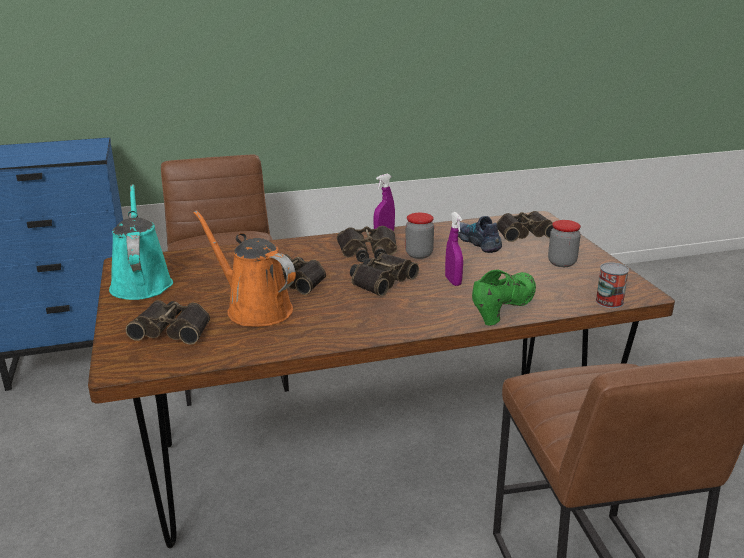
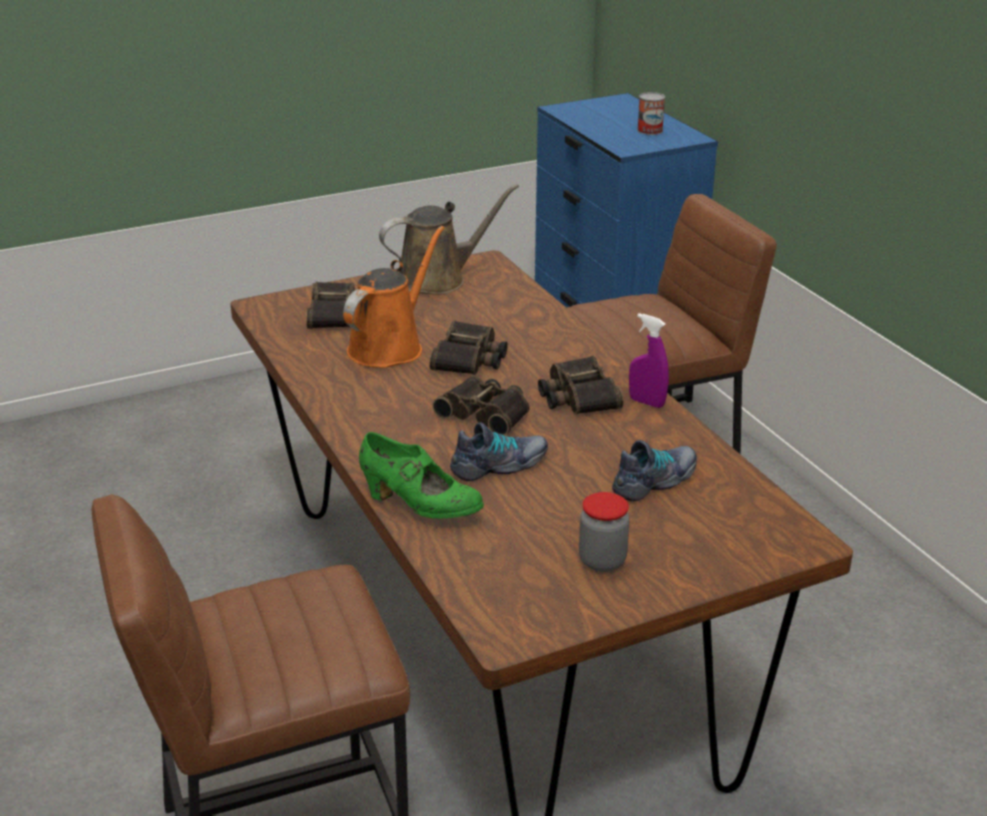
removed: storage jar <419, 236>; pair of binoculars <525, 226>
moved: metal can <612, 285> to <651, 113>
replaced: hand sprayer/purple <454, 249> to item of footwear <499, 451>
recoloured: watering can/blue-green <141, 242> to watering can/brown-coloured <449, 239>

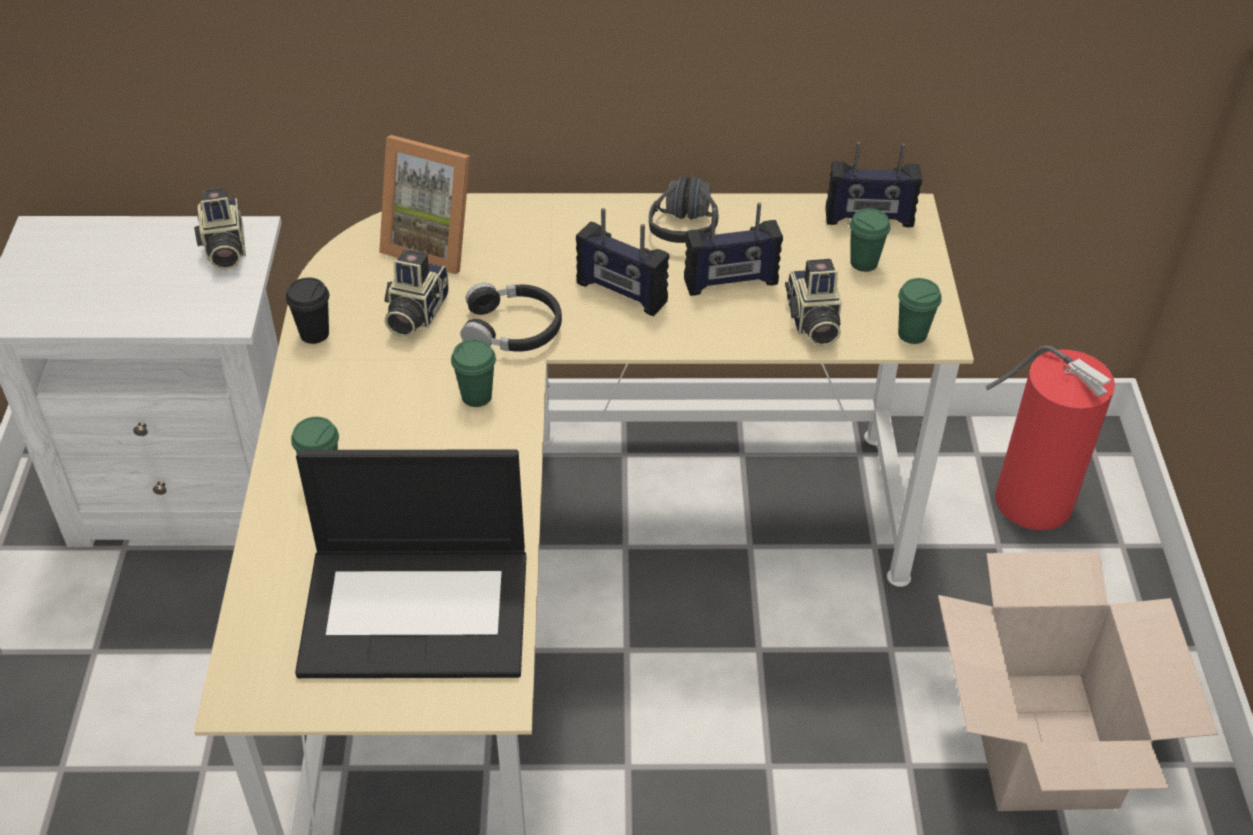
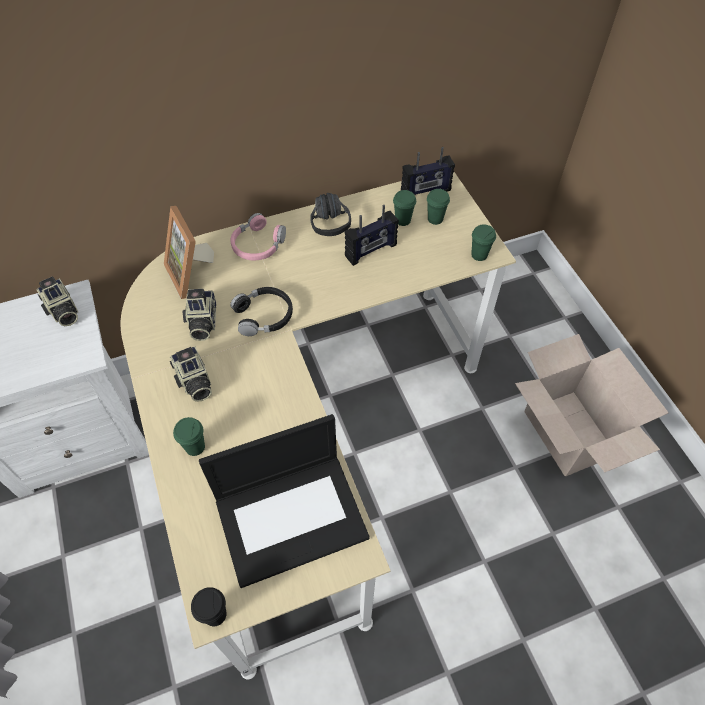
removed: radio set <622, 262>; fire-fighting cylinder <1050, 438>
added: headset/pink-coloured <258, 236>
moved: small cup/black <307, 311> to <209, 606>; small cup/green <473, 373> to <404, 208>; photo camera <813, 303> to <191, 374>
turned: picture frame <424, 204> = <189, 252> 60 degrees clockwise

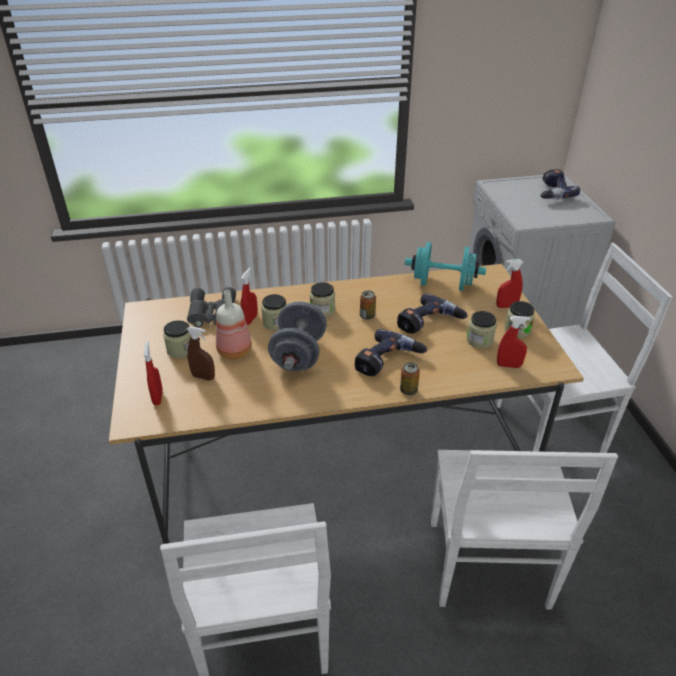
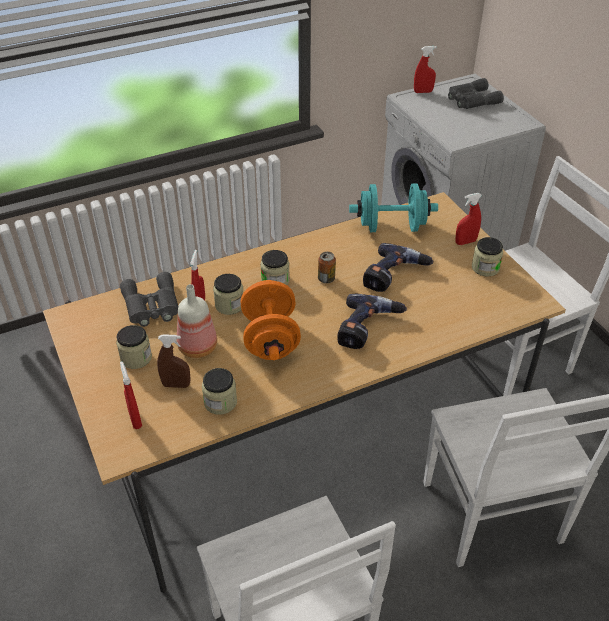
removed: metal can <410, 379>
moved: storage jar <481, 330> to <219, 391>; hand sprayer/reddish <514, 342> to <425, 69>
replaced: electric drill <560, 184> to pair of binoculars/gray <476, 93>
recoloured: hand weight/gray <297, 336> to hand weight/orange-coloured <271, 320>

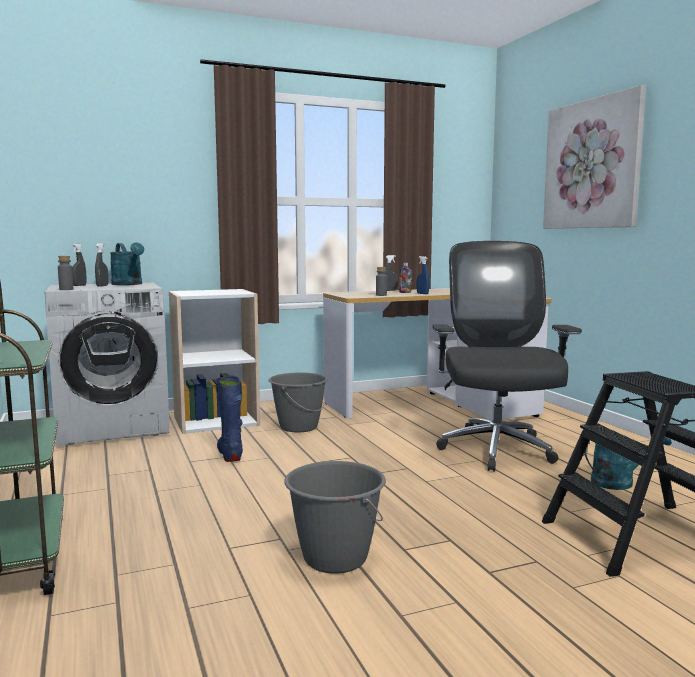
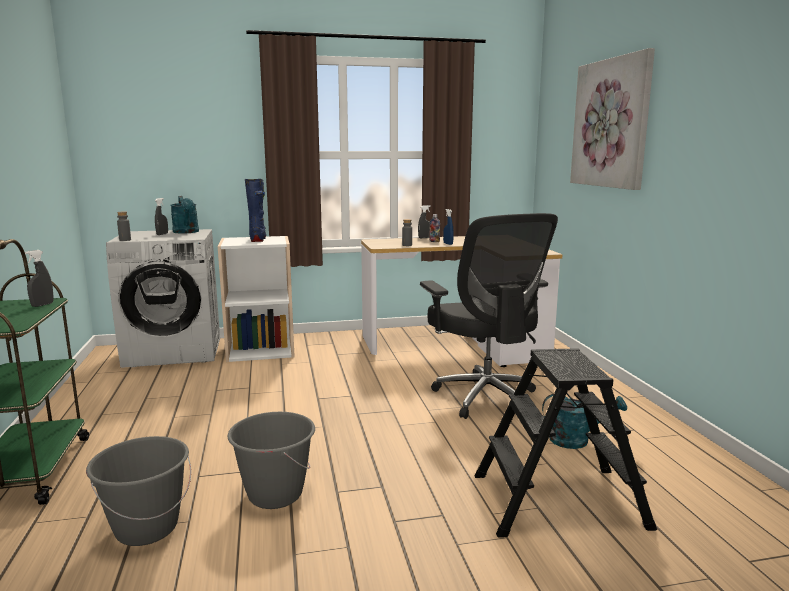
moved: hand sprayer/gray <79, 264> to <39, 278>; high-top boot/blue <229, 419> to <255, 210>; bucket/gray <298, 402> to <138, 491>
turned: office chair <507, 356> = <489, 316> 150 degrees clockwise

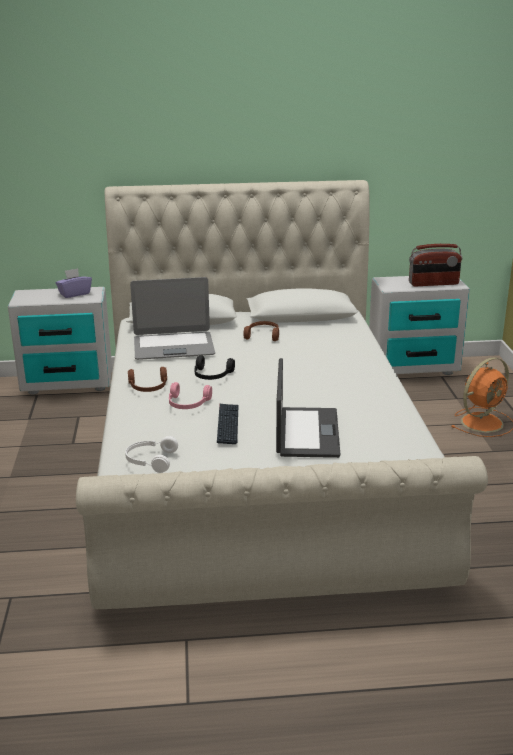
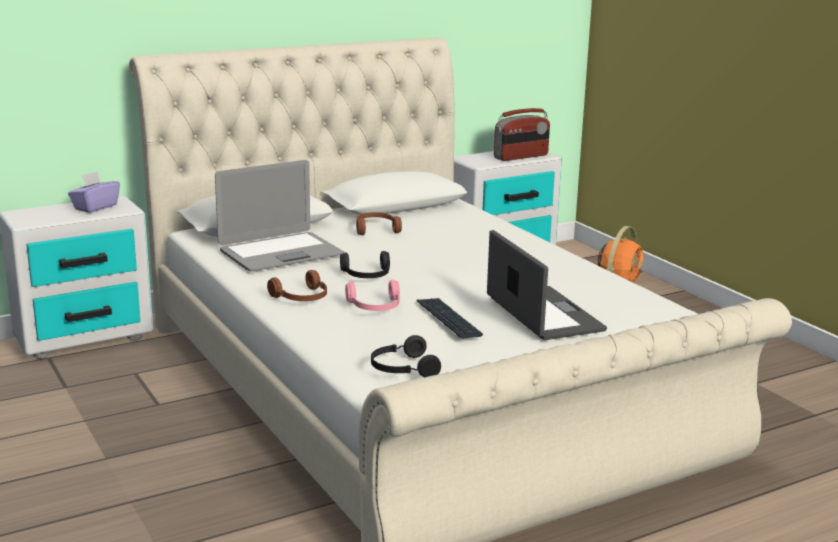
recoloured: headset/white <151, 454> to headset/black <406, 356>

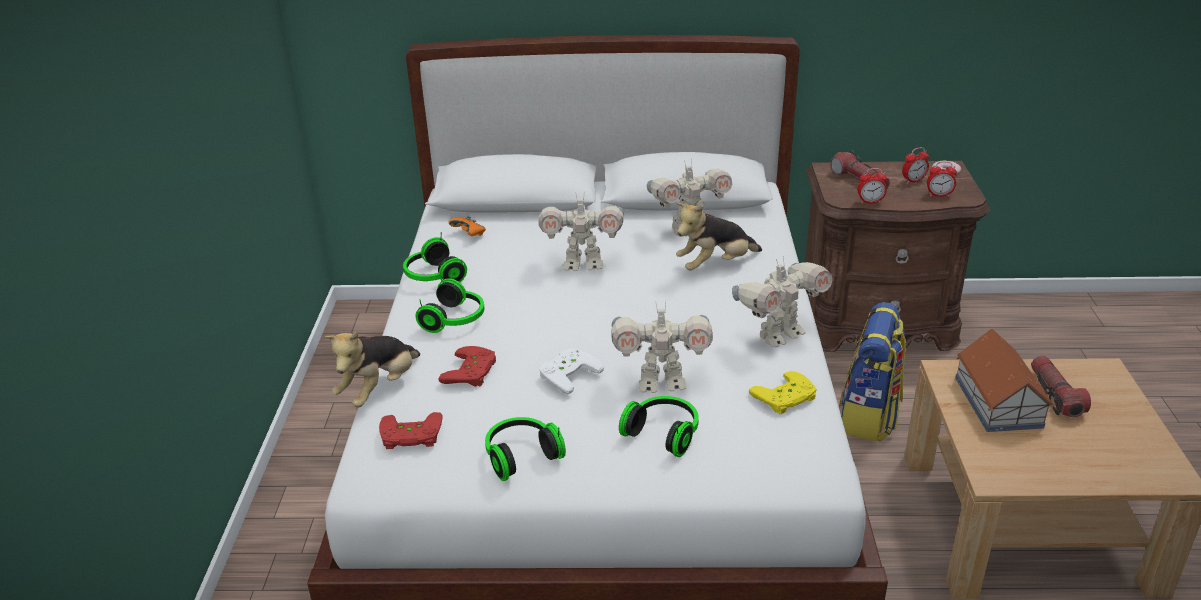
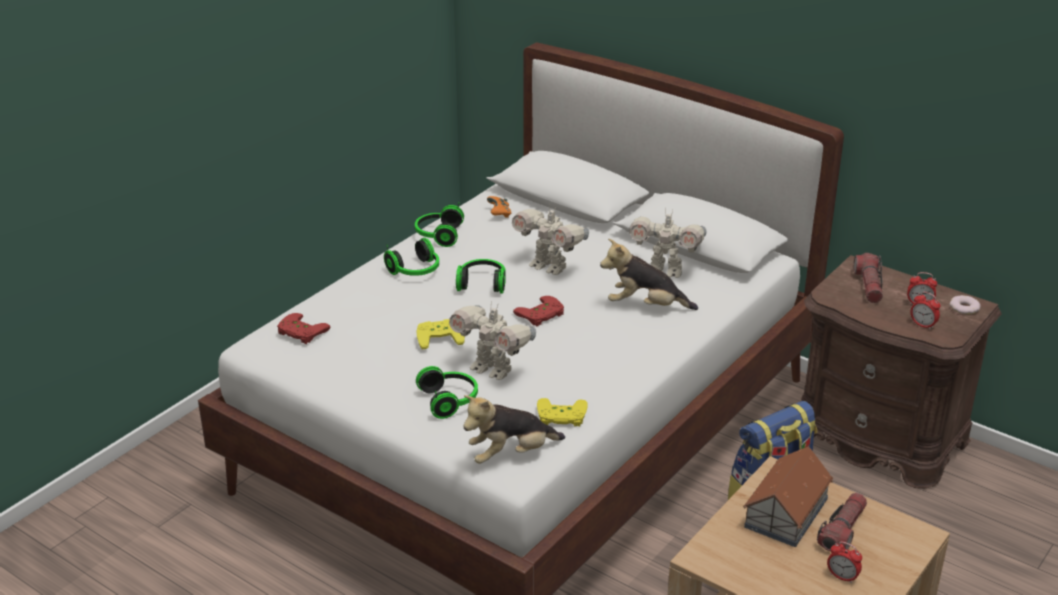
removed: model robot <782, 301>
moved: cuddly toy <372, 369> to <514, 429>; gamepad/reddish <467, 366> to <538, 311>; headset <525, 449> to <481, 276>; bedside clock <872, 185> to <844, 562>
recoloured: gamepad/white <571, 371> to gamepad/yellow <441, 334>

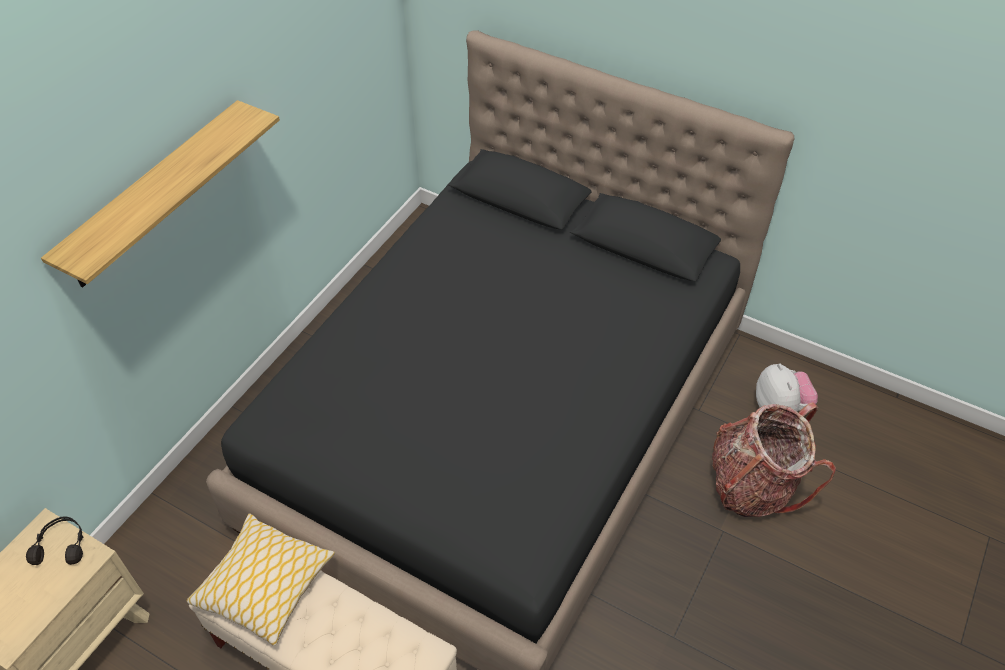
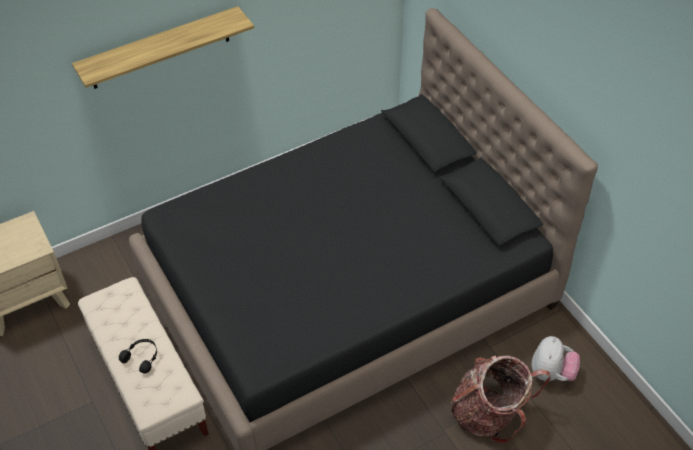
removed: pillow <261, 580>
moved: headset/black <54, 540> to <138, 356>

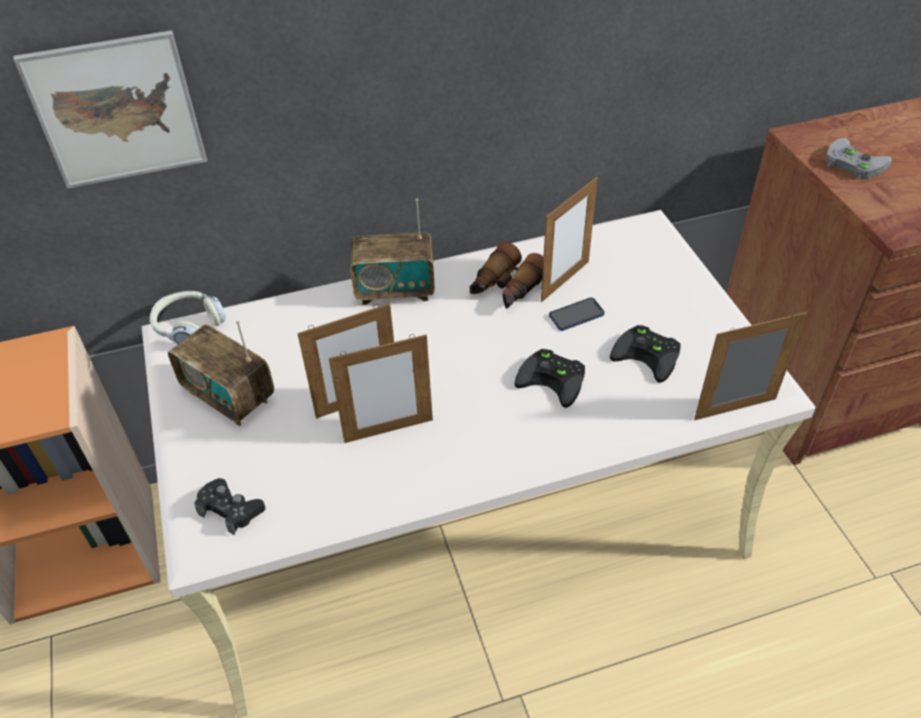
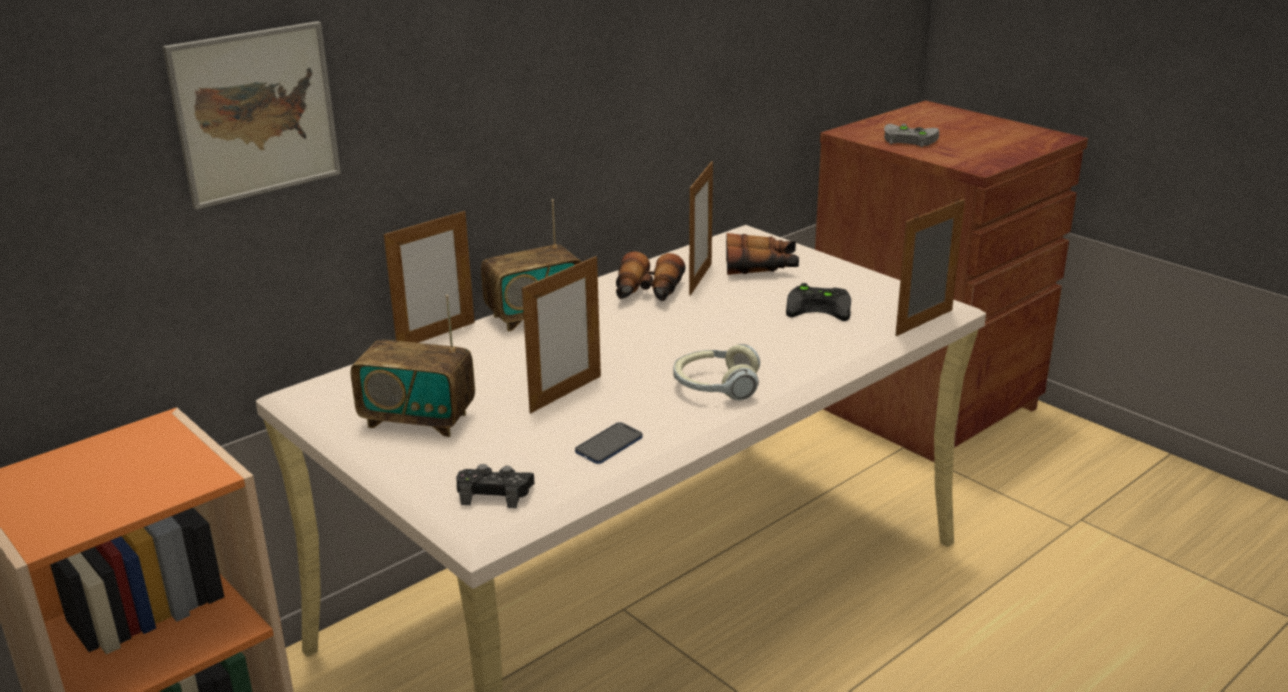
removed: gamepad/black <549, 378>
added: pair of binoculars <762, 254>
moved: headset <188, 317> to <716, 372>; picture frame <381, 388> to <429, 276>; telephone <577, 314> to <609, 443>

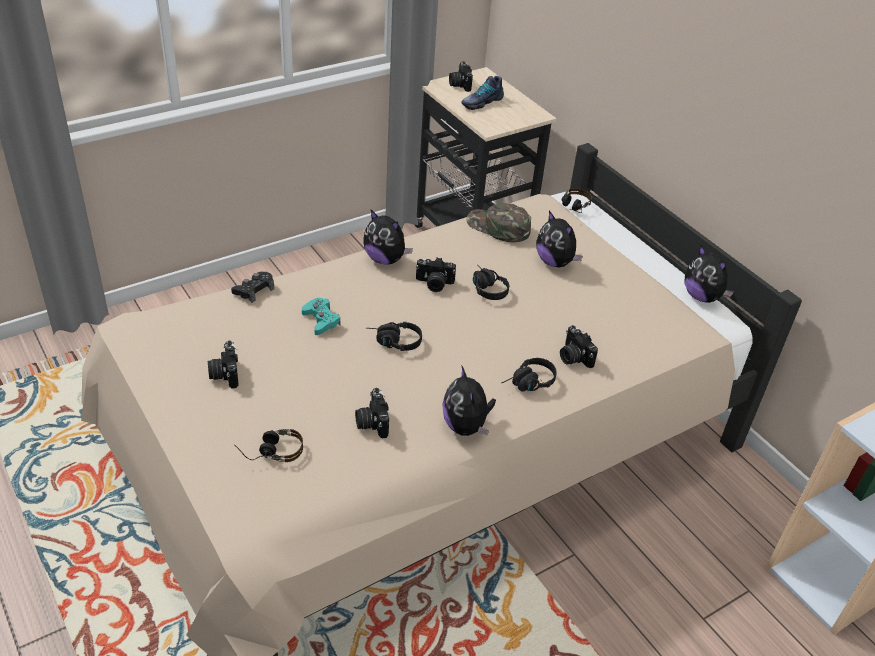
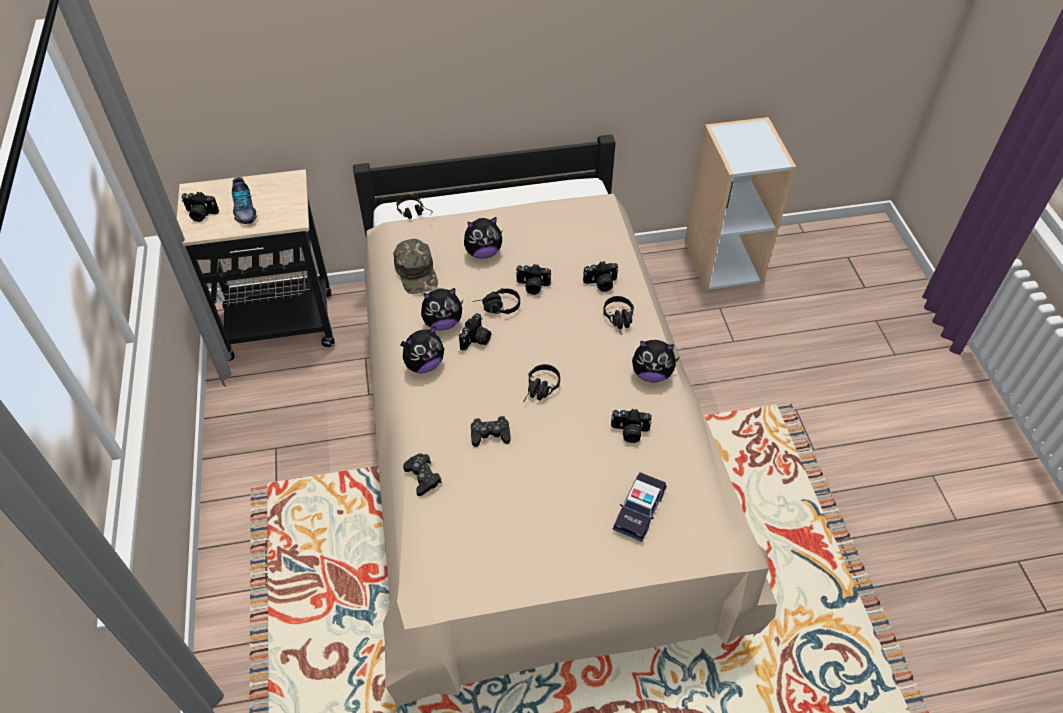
moved: photo camera <223, 364> to <533, 279>; cuddly toy <709, 274> to <442, 309>
replaced: headset <268, 445> to model car <639, 507>
recoloured: gamepad/blue-green <321, 316> to gamepad/black <491, 431>
turned: cap/green <498, 222> = <415, 266> 75 degrees counterclockwise

